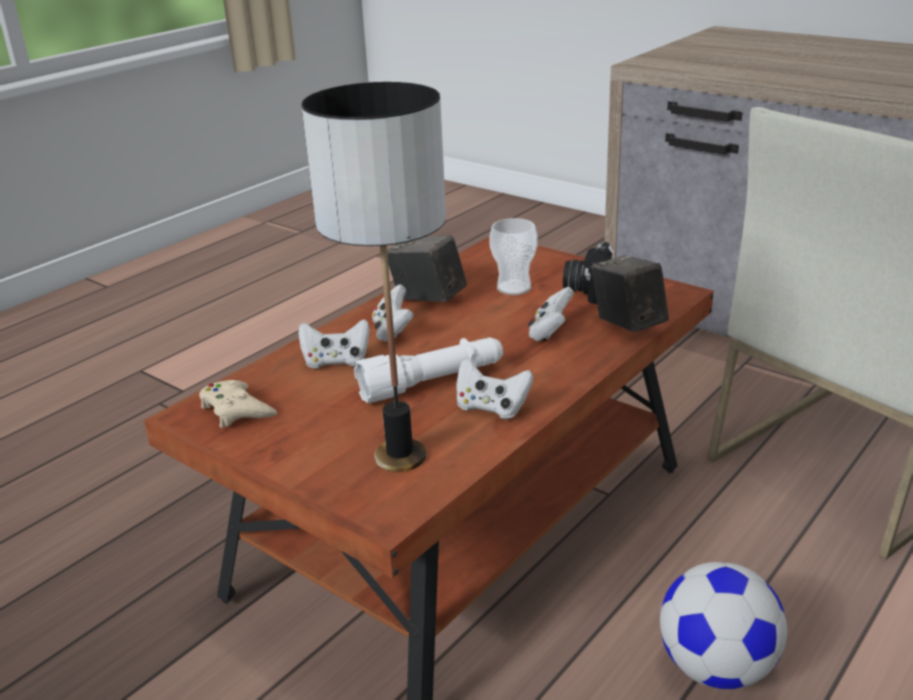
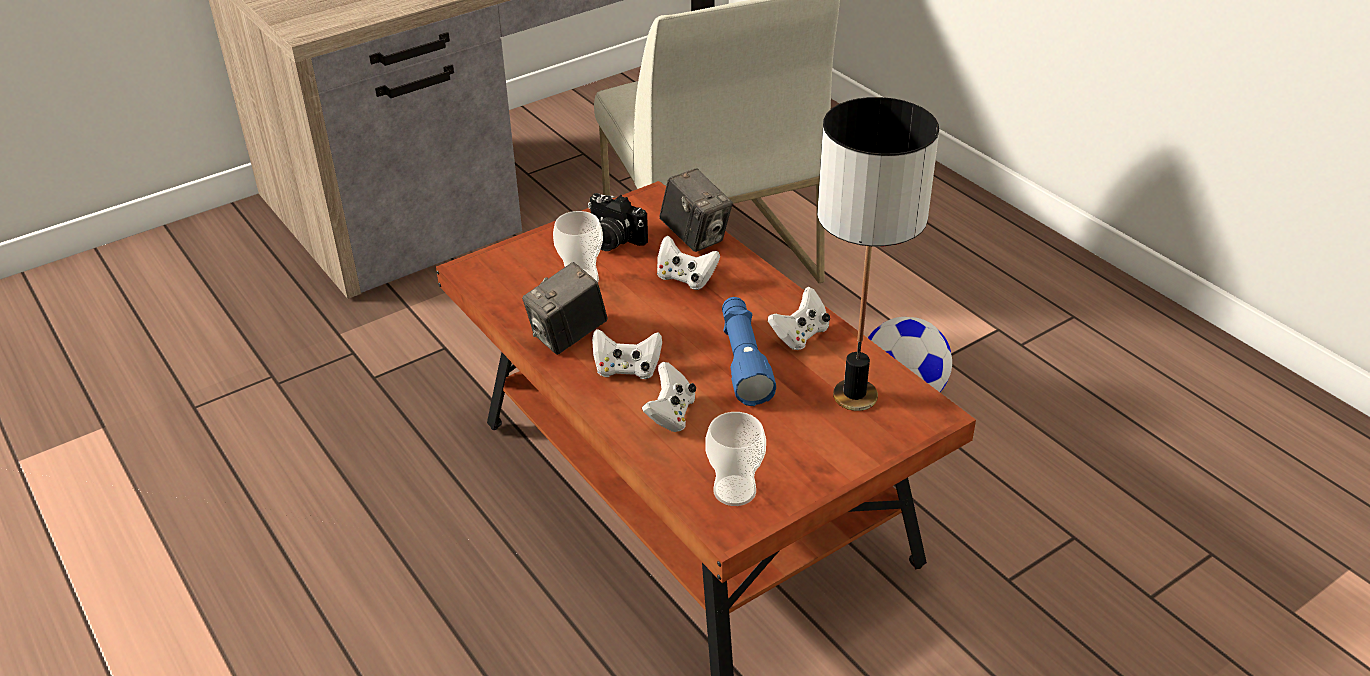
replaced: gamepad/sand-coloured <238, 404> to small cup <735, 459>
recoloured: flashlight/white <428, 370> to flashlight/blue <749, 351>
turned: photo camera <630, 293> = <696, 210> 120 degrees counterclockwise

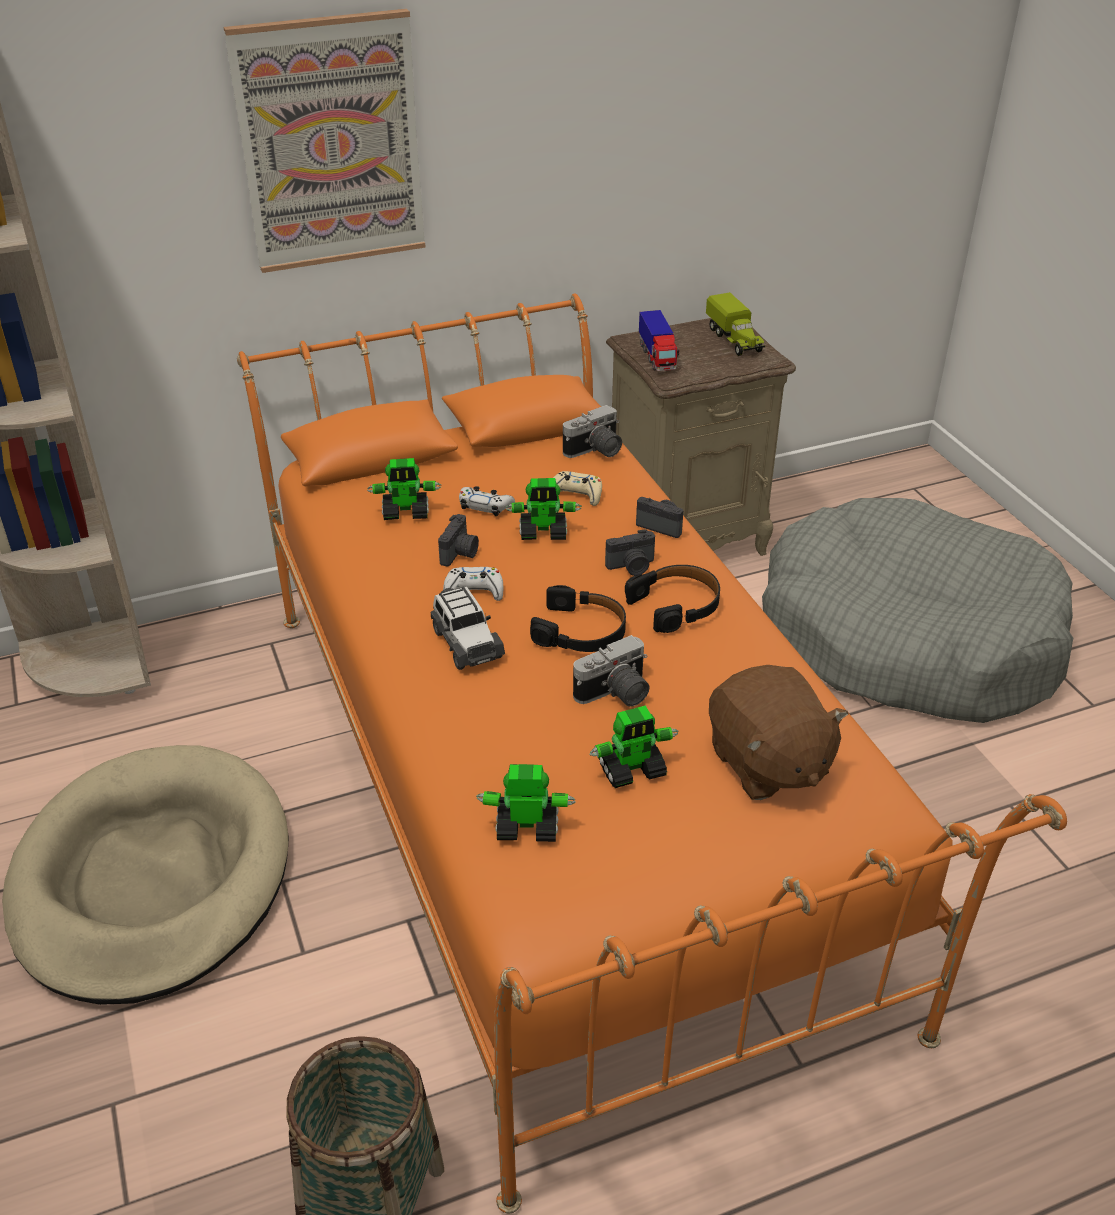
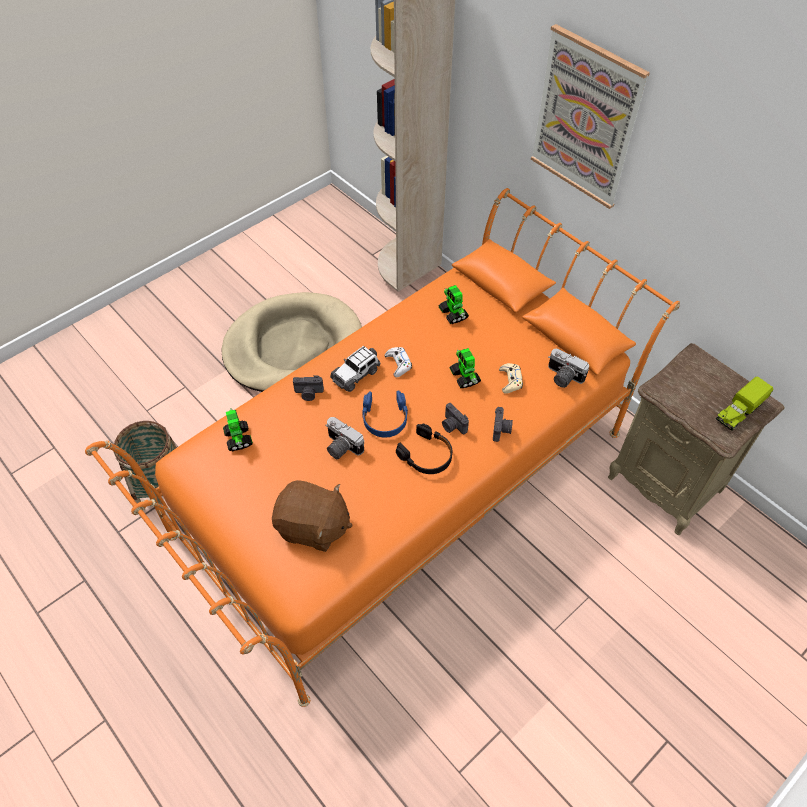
removed: gamepad/white <487, 501>; model robot <633, 746>; toy lorry <659, 340>; pet bed/gray <917, 610>
moved: photo camera <458, 540> to <308, 388>
recoloured: headset/black <578, 618> to headset/blue <385, 414>
turned: cuddly toy/brown-coloured <779, 732> = <312, 516> 120 degrees counterclockwise

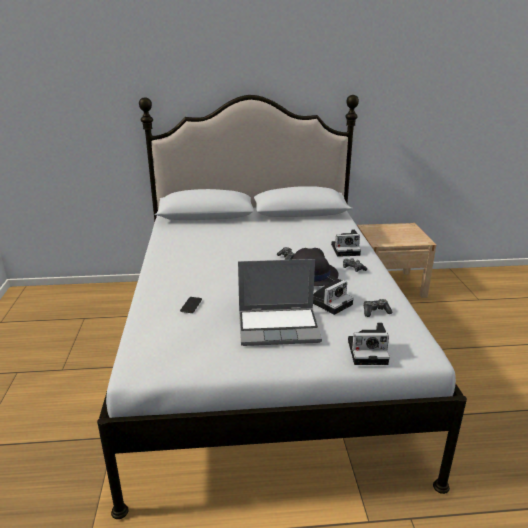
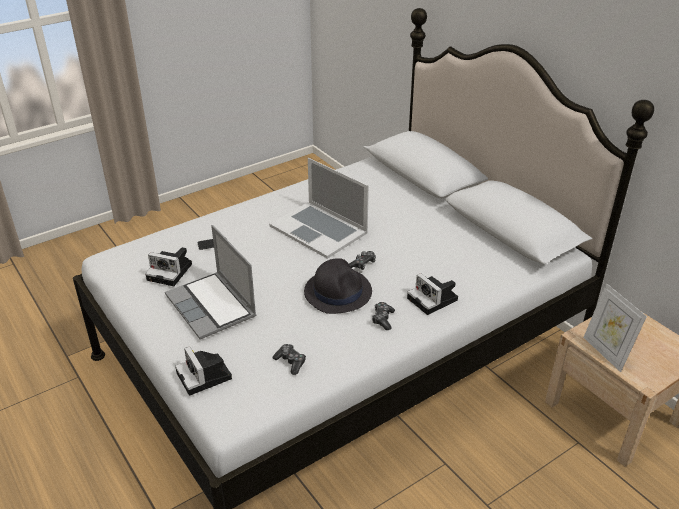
added: portable computer <319, 208>; picture frame <615, 327>
moved: photo camera <333, 295> to <168, 266>

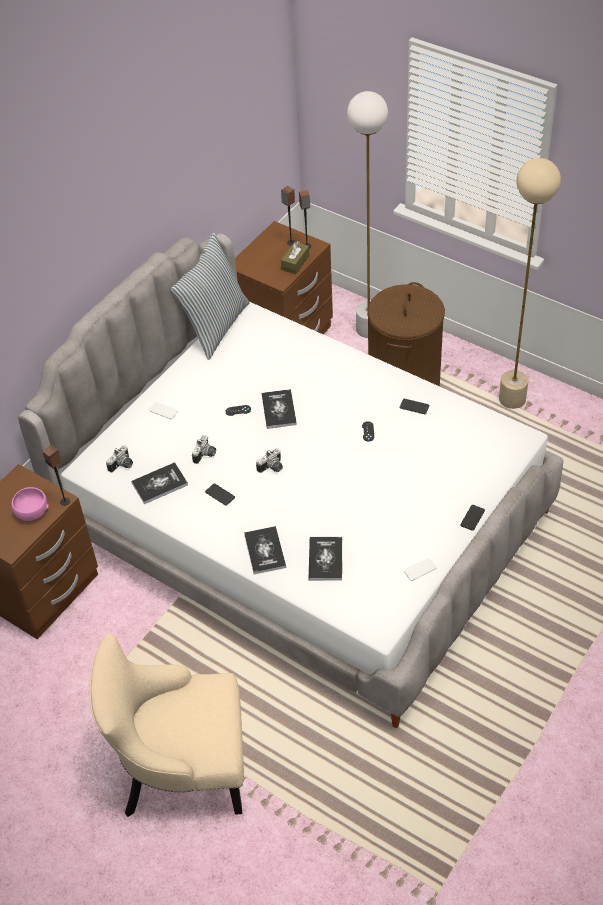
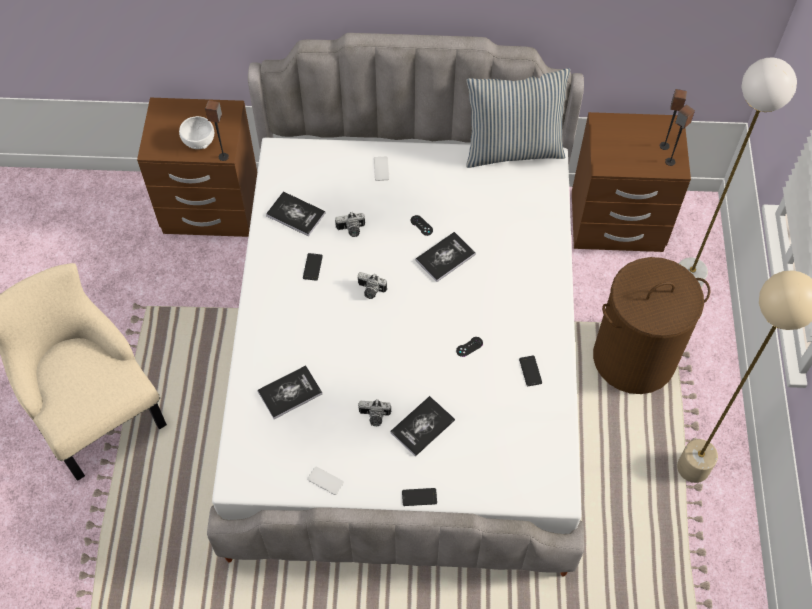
removed: tissue box/brown-coloured <295, 257>
moved: photo camera <119, 458> to <374, 413>; book <265, 550> to <422, 426>
recoloured: deep dish/pink-coloured <30, 504> to deep dish/white <196, 132>

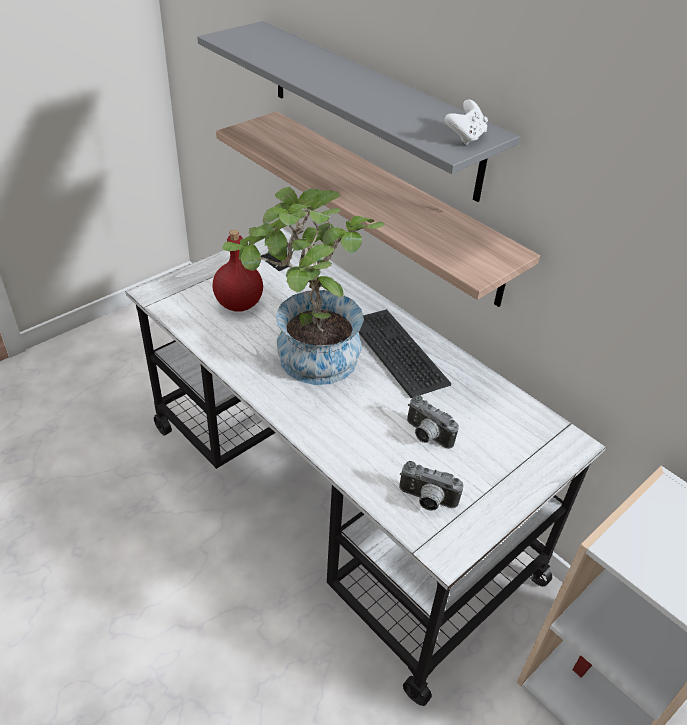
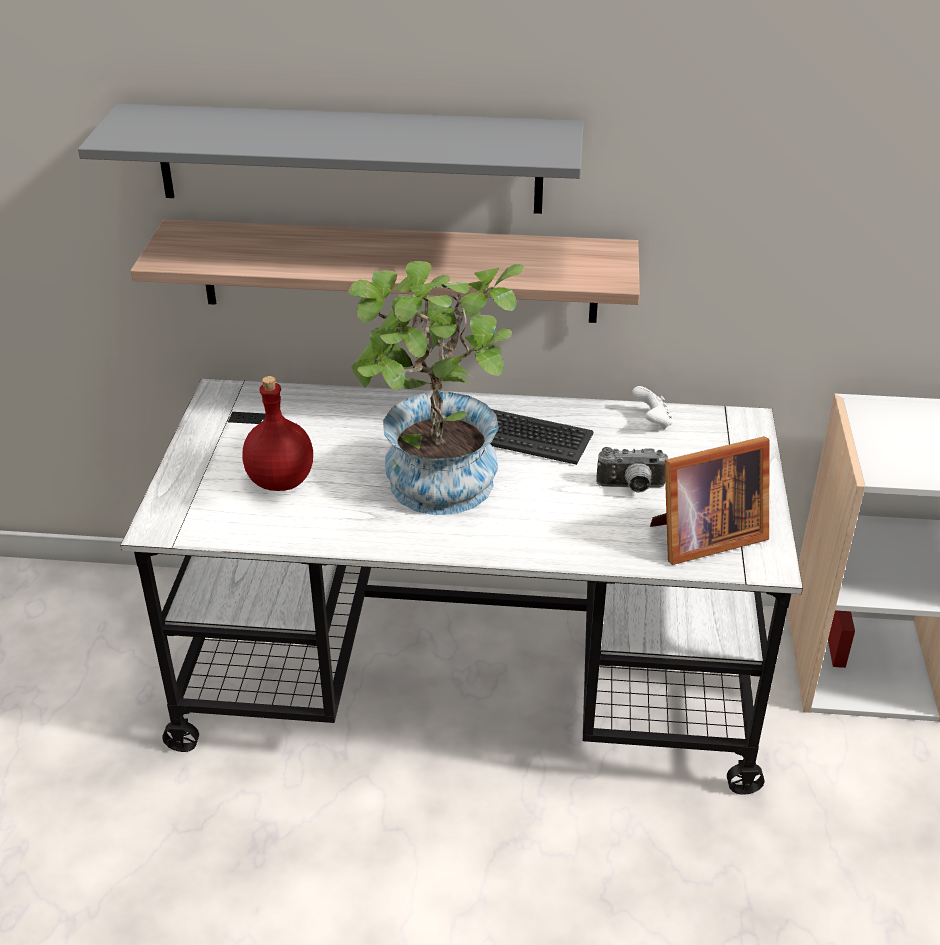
moved: gamepad/white <466, 122> to <653, 408>
replaced: photo camera <431, 486> to picture frame <710, 500>

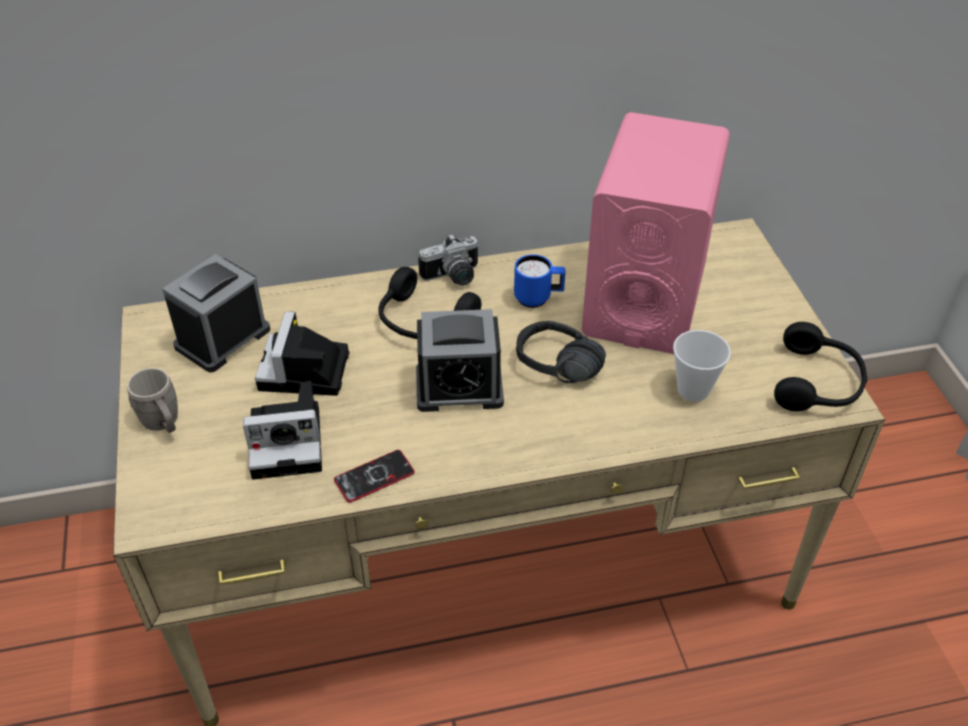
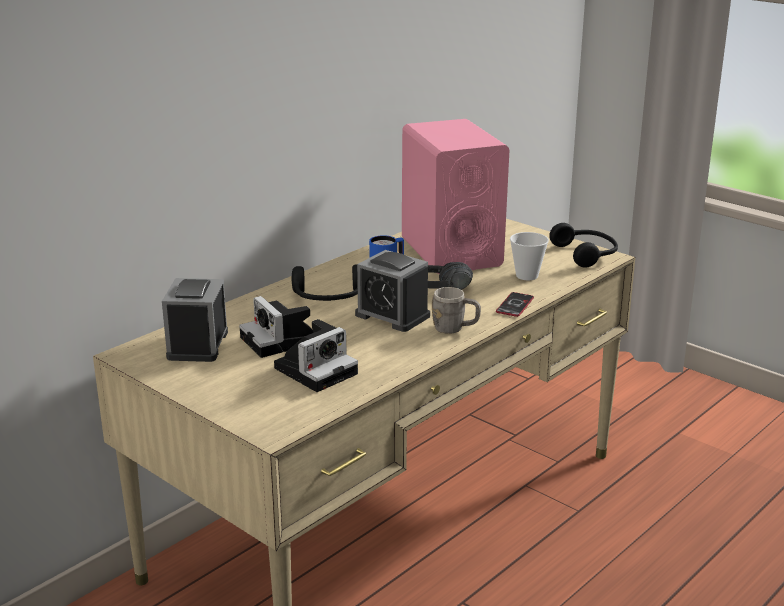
removed: photo camera <448, 260>
moved: tea mug/gray <152, 400> to <456, 310>; telephone <374, 476> to <515, 304>
turned: bedside clock <460, 360> = <392, 291> 75 degrees clockwise

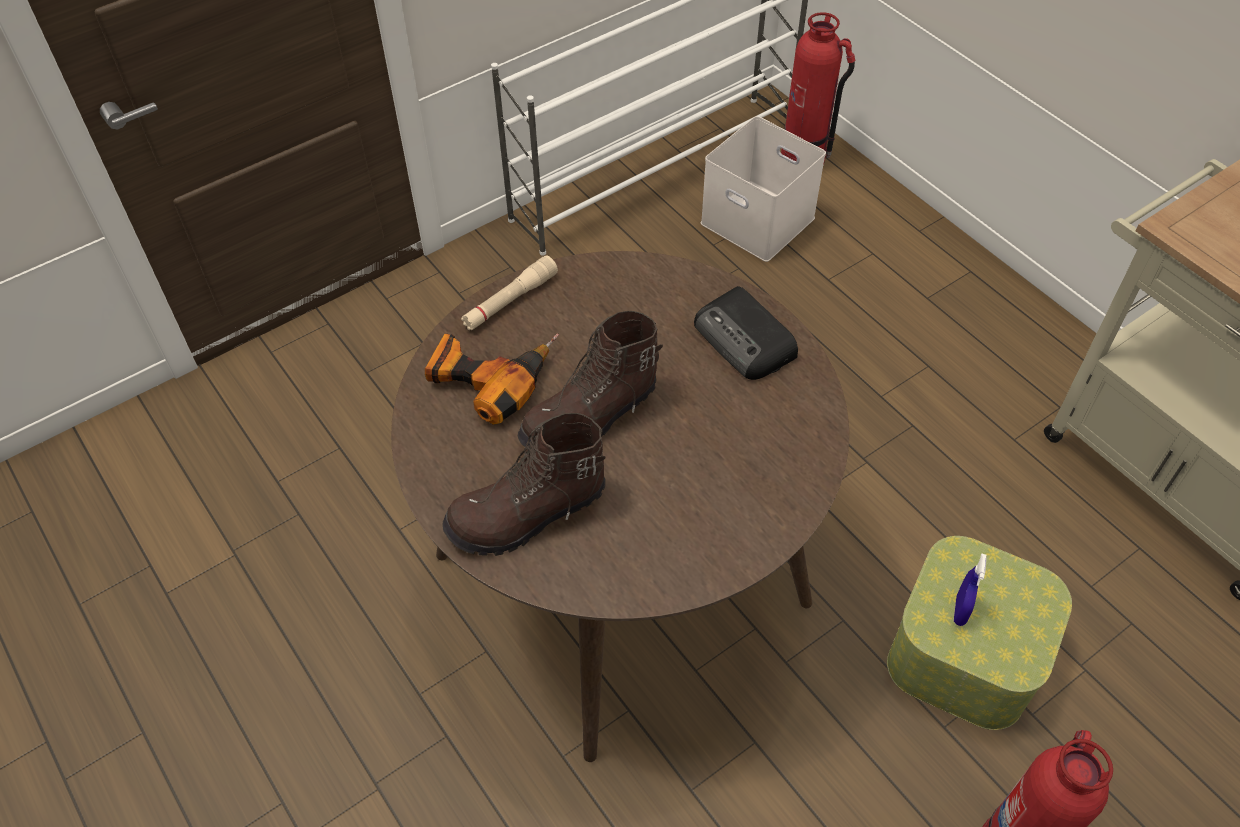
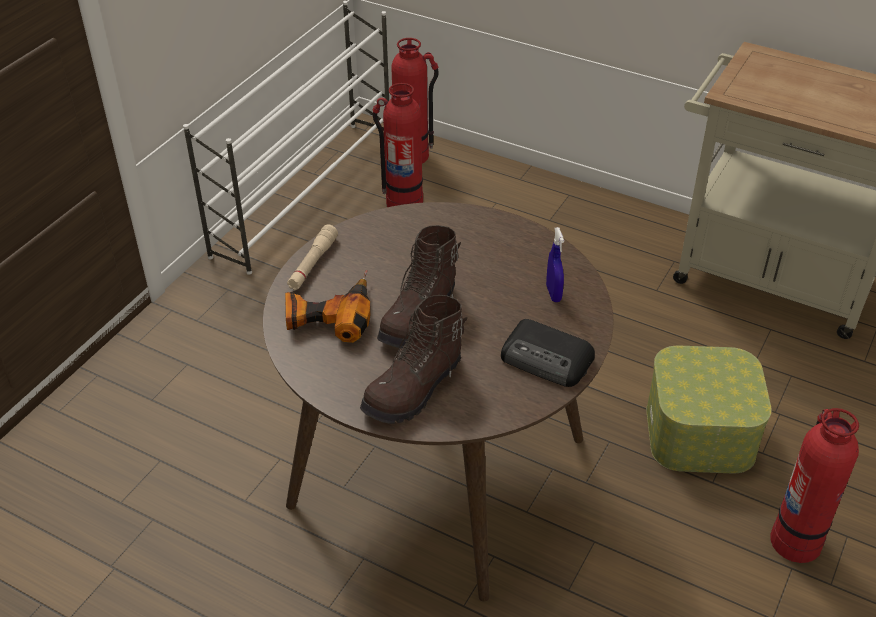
moved: radio set <746, 333> to <548, 353>; hand sprayer/blue <970, 589> to <555, 264>
replaced: storage box/white <763, 189> to fire-fighting cylinder <398, 145>

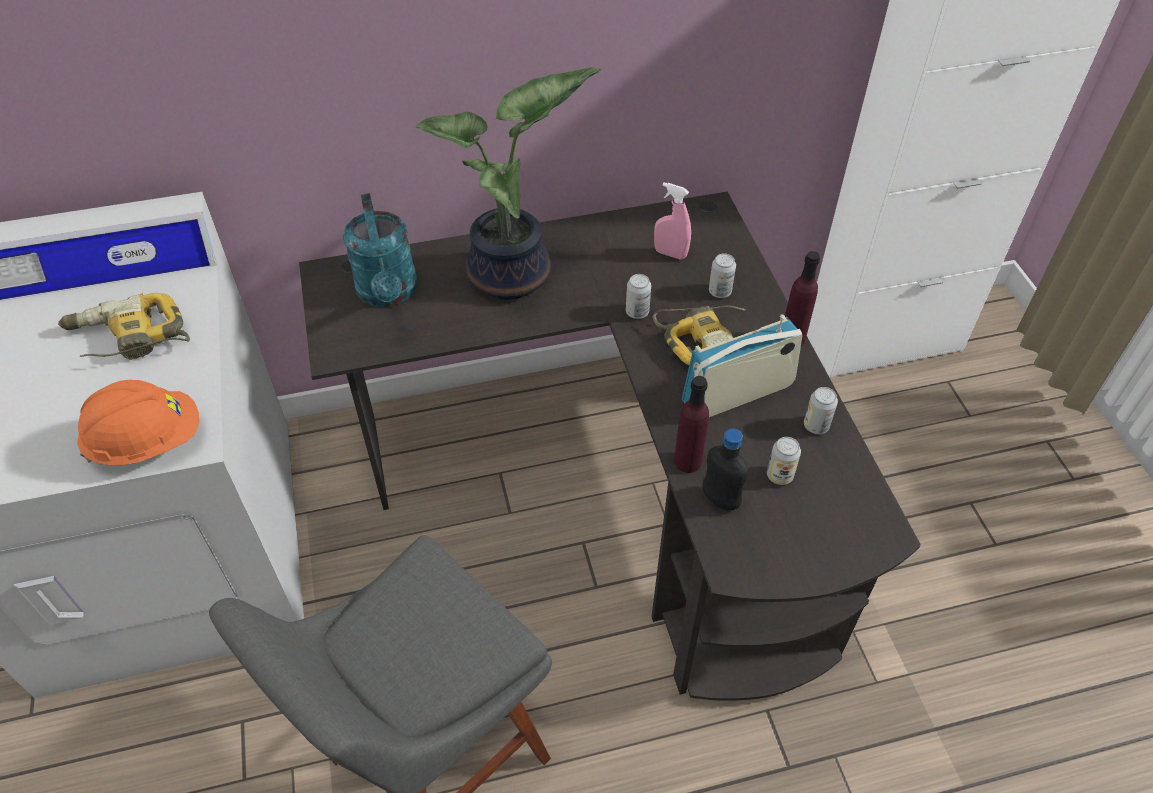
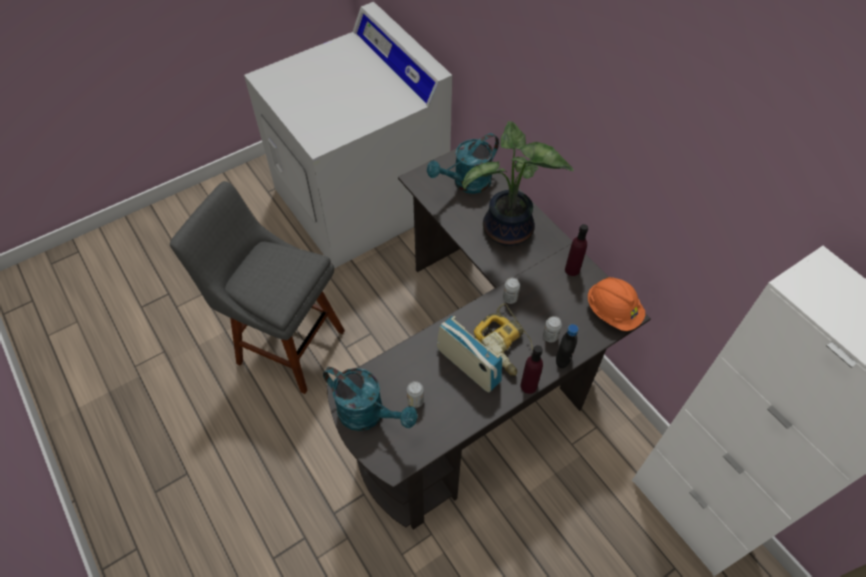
removed: electric drill <124, 326>; hand sprayer/pink-coloured <672, 221>; metal can <821, 410>
added: watering can/blue-green <370, 399>
moved: hard hat/orange-coloured <138, 422> to <616, 304>; beverage bottle/purple <691, 424> to <576, 250>; beverage bottle/black <725, 470> to <567, 346>

